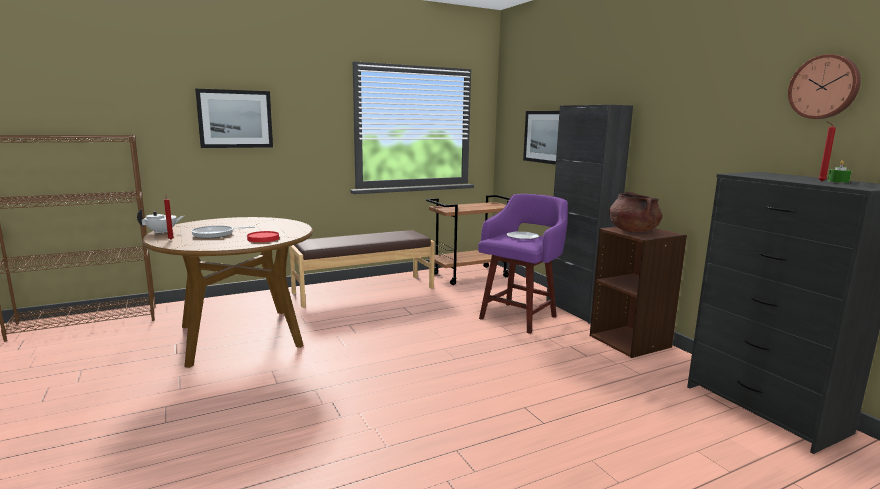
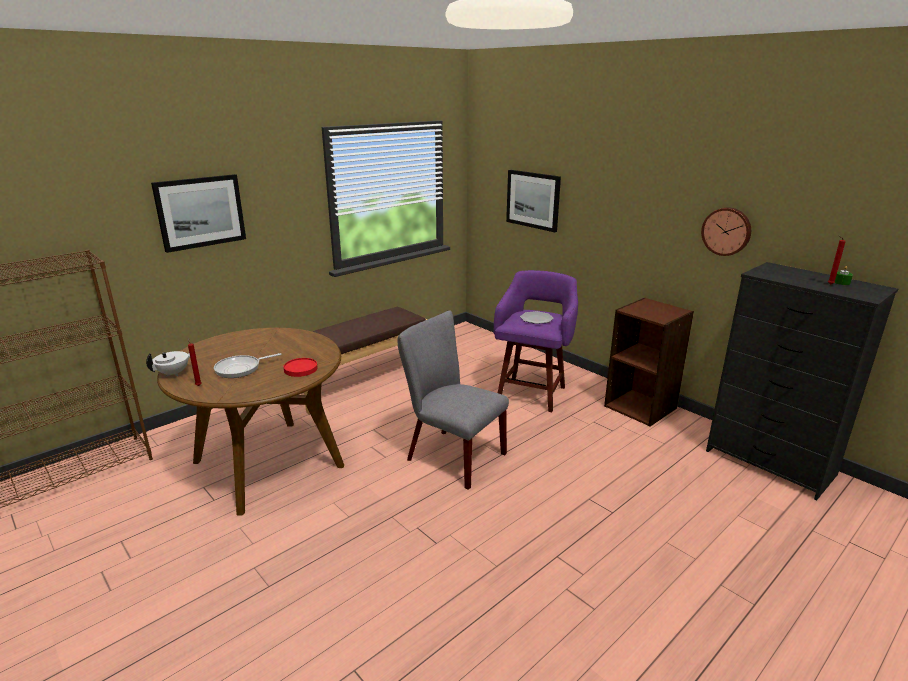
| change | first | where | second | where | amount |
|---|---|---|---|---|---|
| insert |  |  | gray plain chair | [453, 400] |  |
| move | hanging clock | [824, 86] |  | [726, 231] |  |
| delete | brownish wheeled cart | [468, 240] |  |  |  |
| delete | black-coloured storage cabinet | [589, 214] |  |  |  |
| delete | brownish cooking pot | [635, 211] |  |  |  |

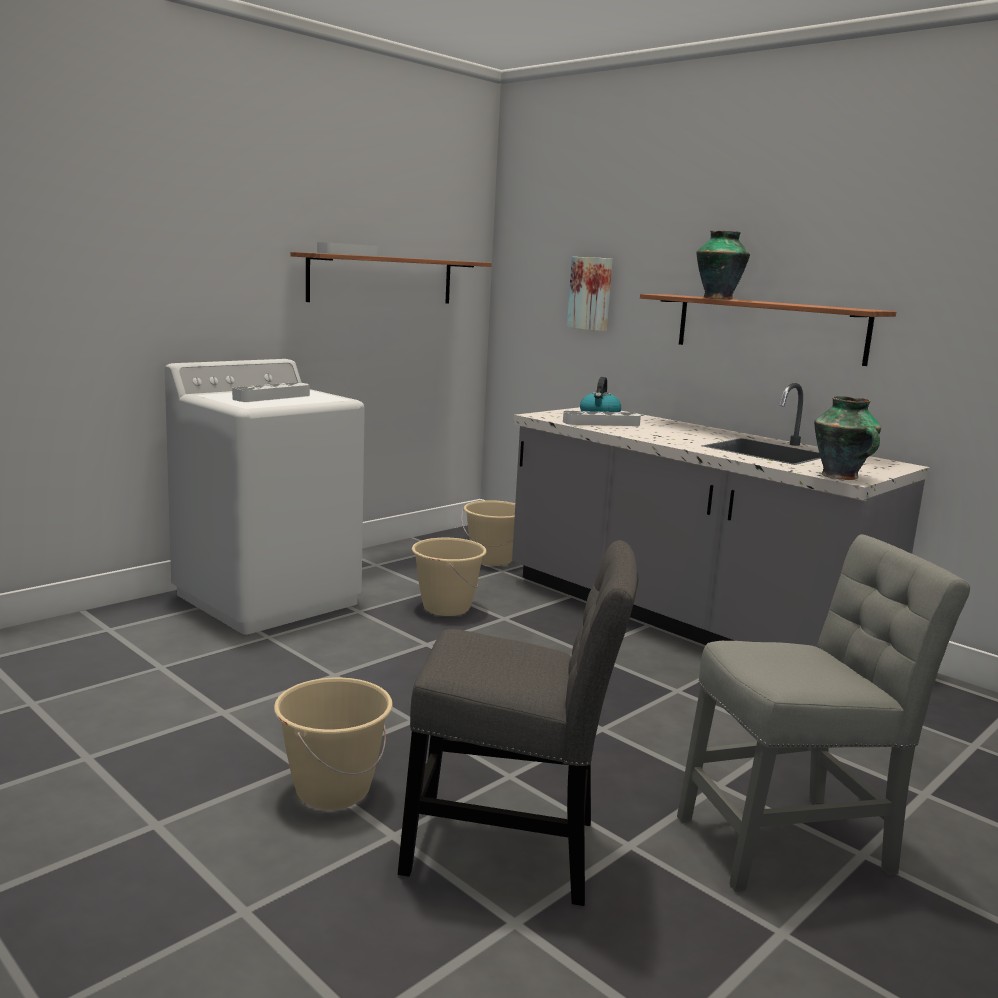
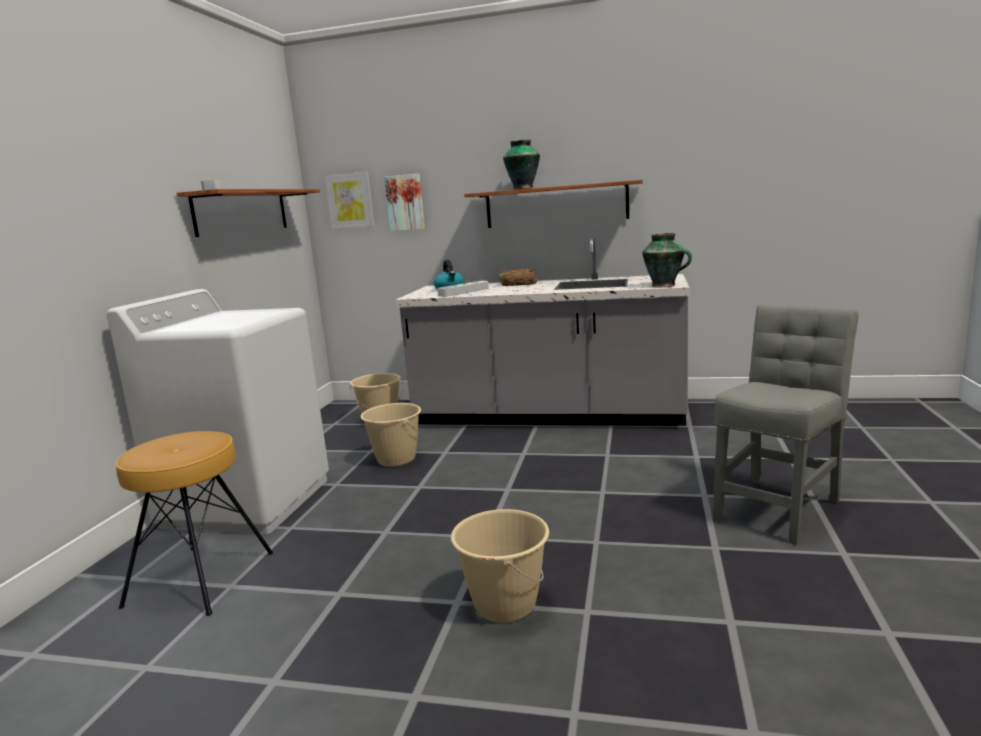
| change | first | where | second | where | amount |
|---|---|---|---|---|---|
| insert |  |  | brownish sitting stool | [194, 523] |  |
| insert |  |  | picture | [349, 200] |  |
| insert |  |  | bakery bread | [518, 277] |  |
| delete | gray carrying tray | [271, 392] |  |  |  |
| delete | gray plain chair | [518, 723] |  |  |  |

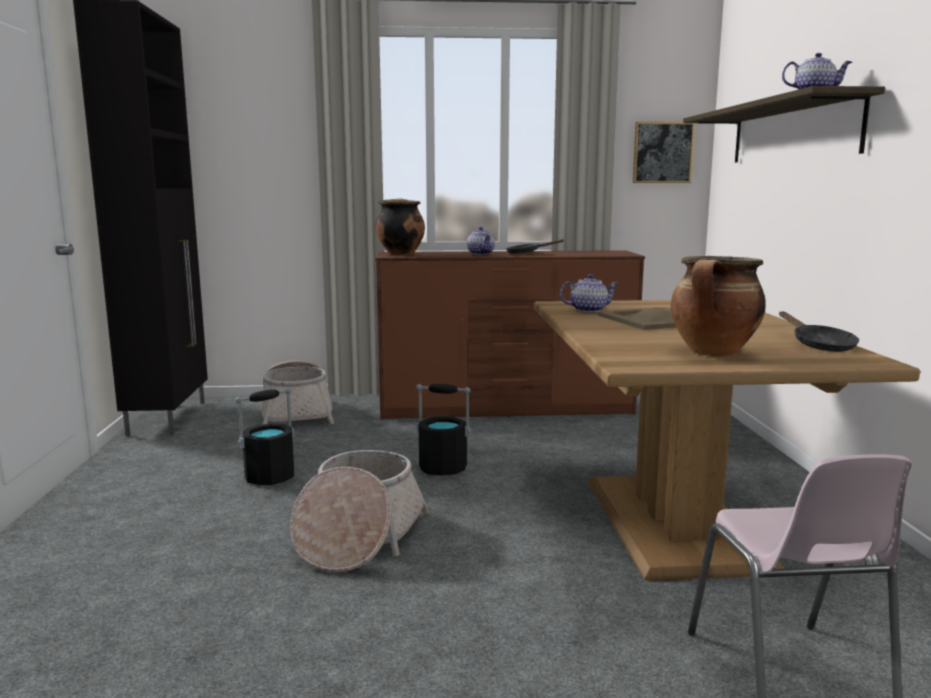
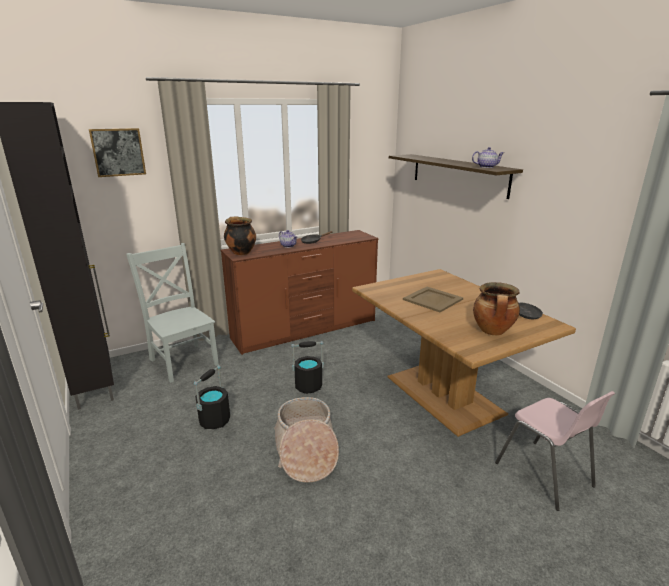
| change | first | where | second | where | amount |
|---|---|---|---|---|---|
| move | picture | [664, 152] |  | [117, 152] |  |
| replace | storage basket | [297, 392] | gray plain chair | [172, 313] |  |
| delete | pot for tea | [589, 293] |  |  |  |

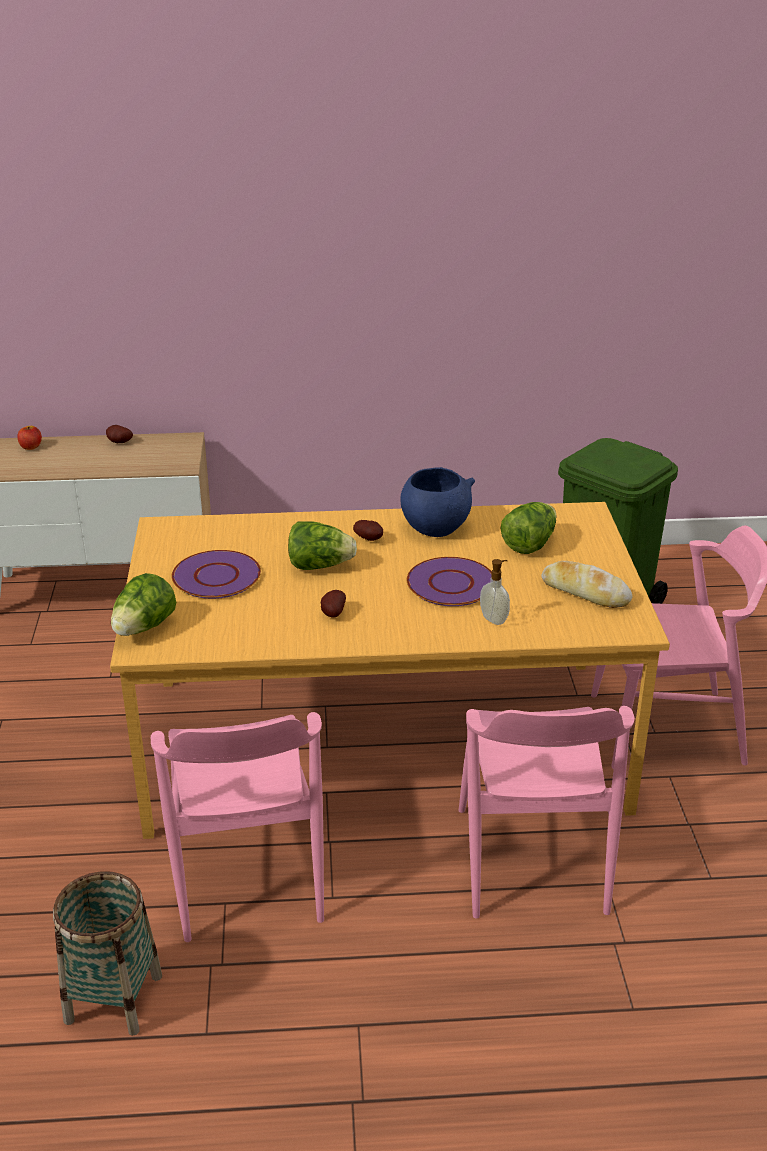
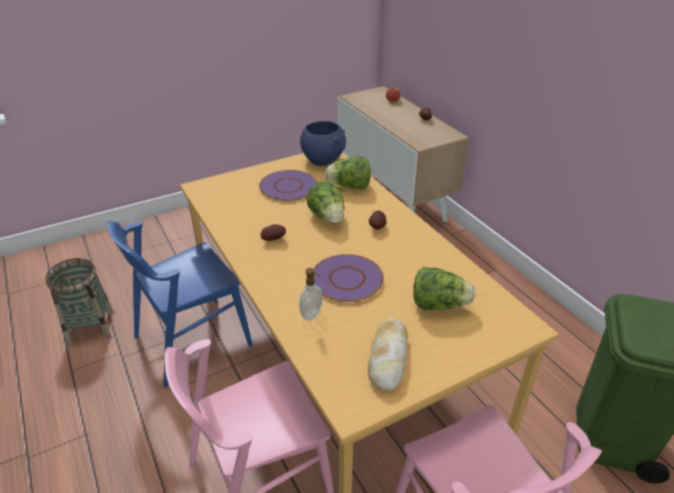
| change | first | where | second | where | amount |
|---|---|---|---|---|---|
| recolor | pink plain chair | [237, 827] | bluish plain chair | [179, 304] |  |
| move | bluish bowl | [437, 502] |  | [323, 143] |  |
| move | head of lettuce | [143, 604] |  | [348, 172] |  |

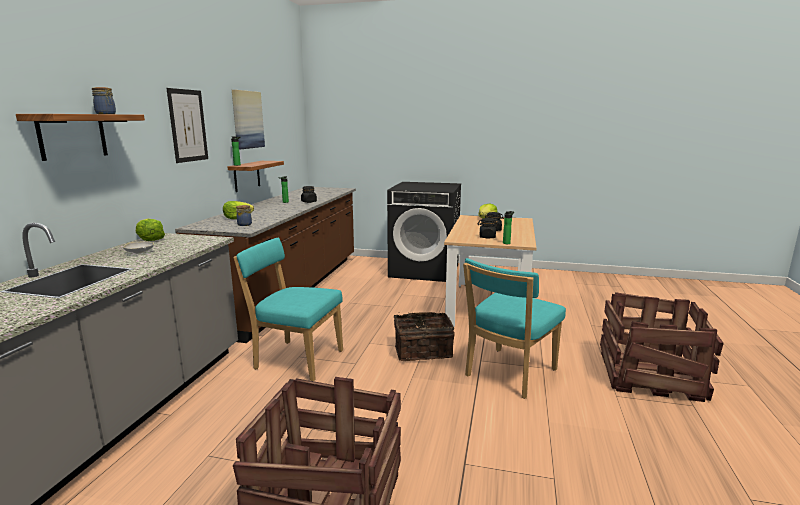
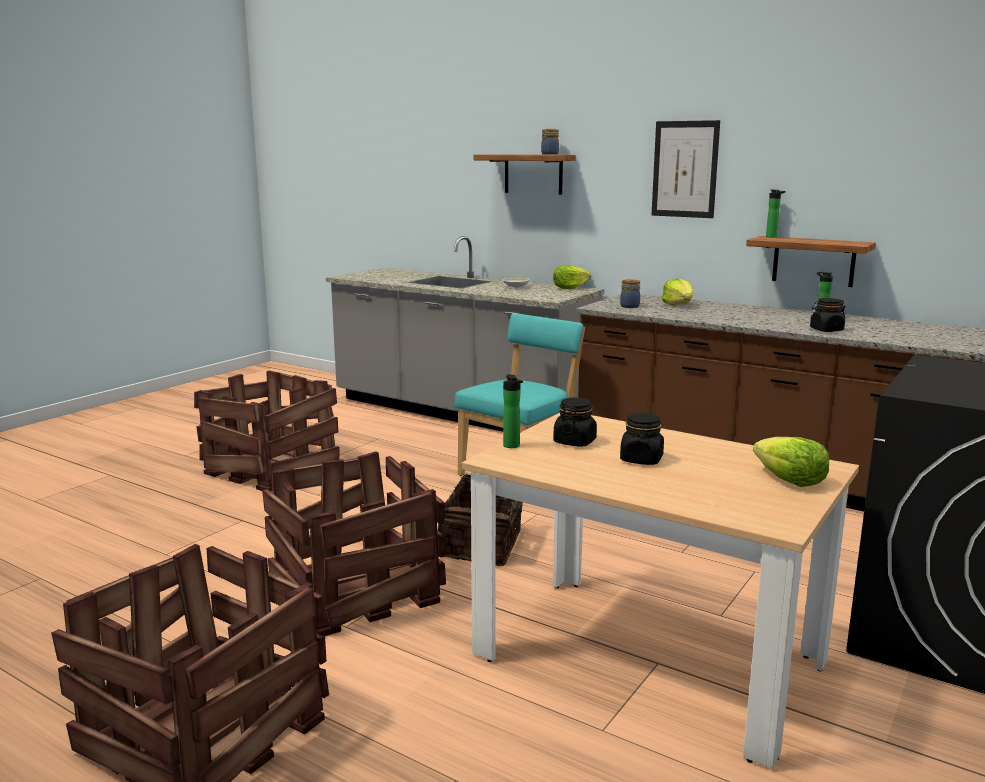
| change | first | where | second | where | amount |
|---|---|---|---|---|---|
| replace | turquoise plain chair | [514, 328] | shipping crate | [354, 543] |  |
| delete | picture | [248, 119] |  |  |  |

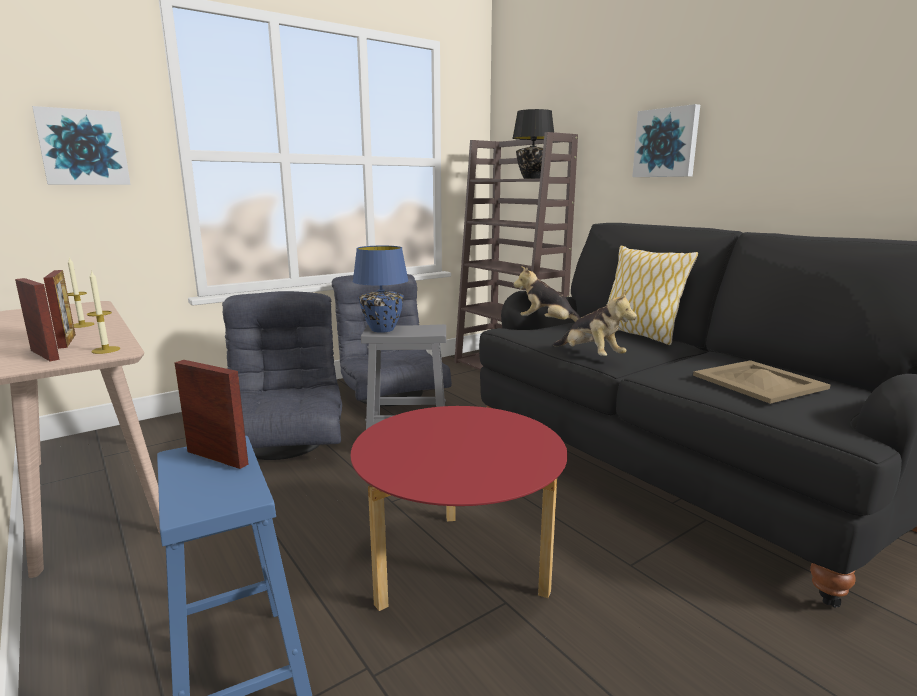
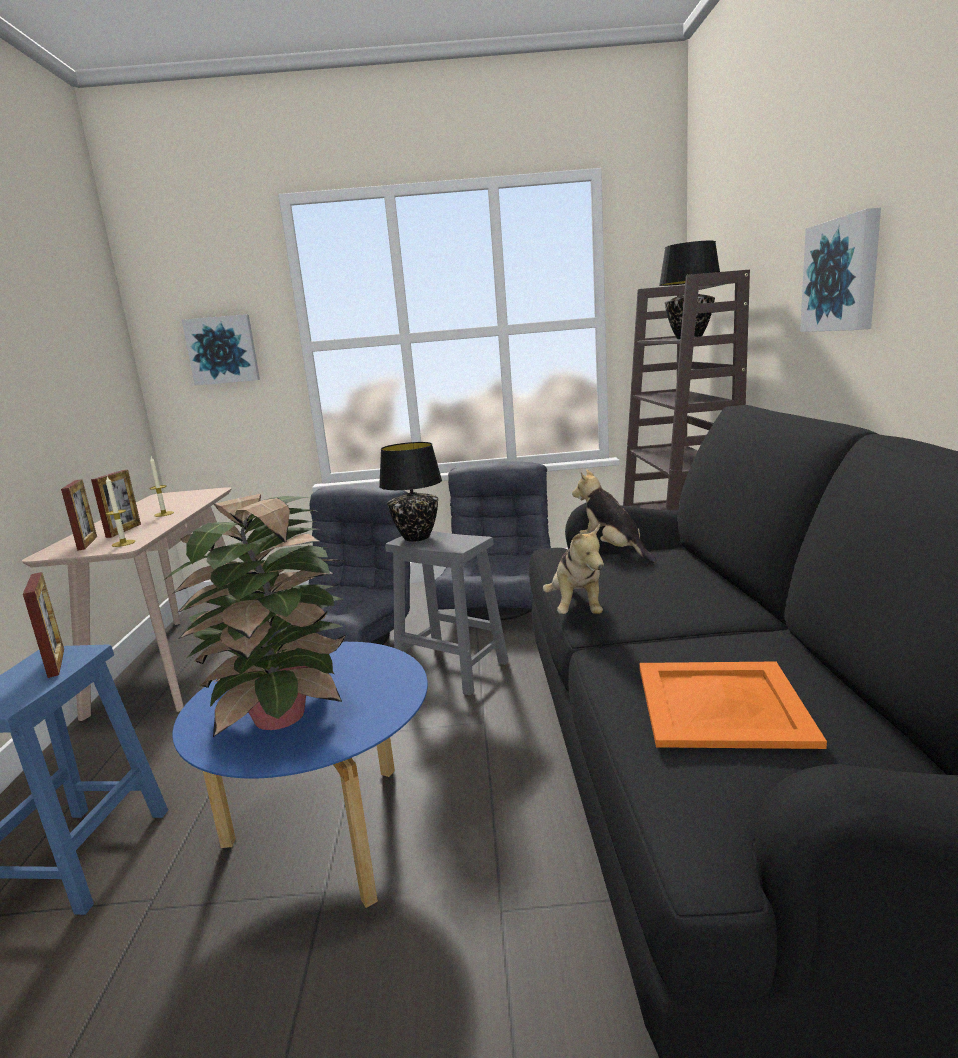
| change | first | where | second | where | amount |
|---|---|---|---|---|---|
| insert |  |  | potted plant | [256, 615] |  |
| recolor | reddish low table | [459, 508] | bluish low table | [300, 775] |  |
| recolor | bluish lamp for a table | [381, 289] | black-coloured lamp for a table | [410, 492] |  |
| recolor | beige carrying tray | [762, 382] | orange-coloured carrying tray | [733, 705] |  |
| delete | cushion | [652, 295] |  |  |  |

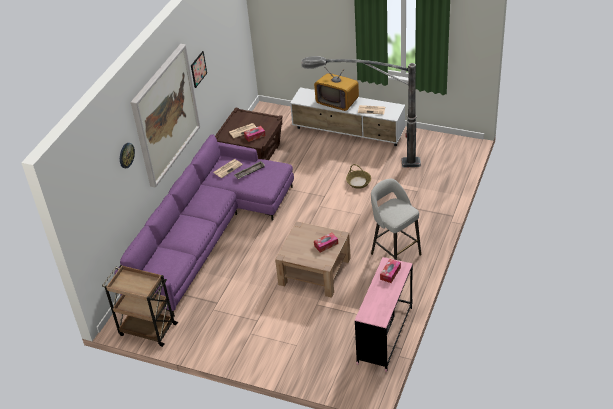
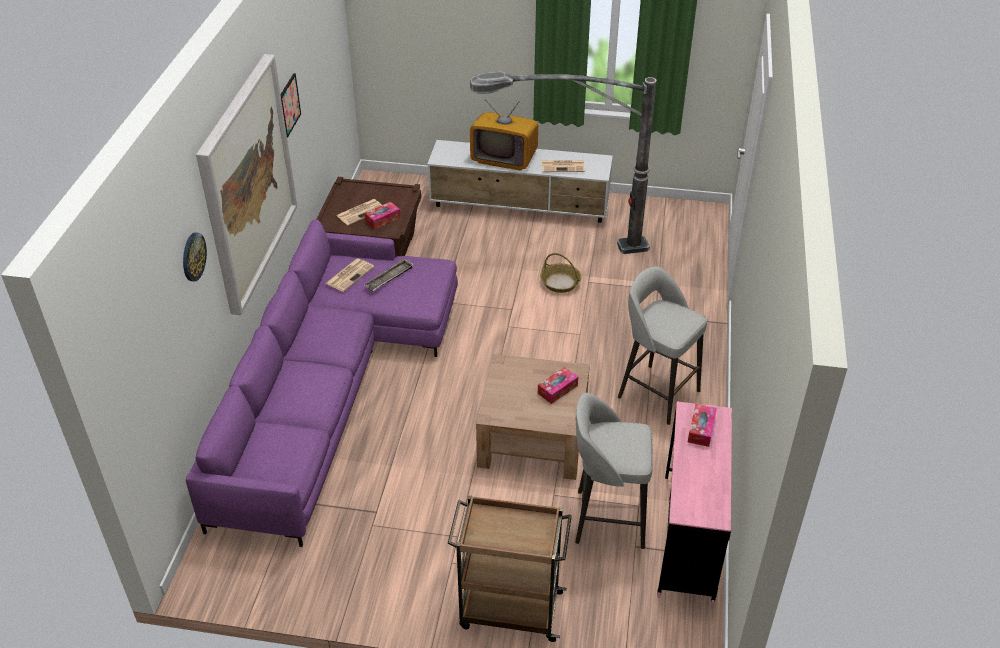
| change | first | where | second | where | amount |
|---|---|---|---|---|---|
| move | brownish wheeled cart | [140, 306] |  | [510, 568] |  |
| insert |  |  | gray sitting stool | [614, 471] |  |

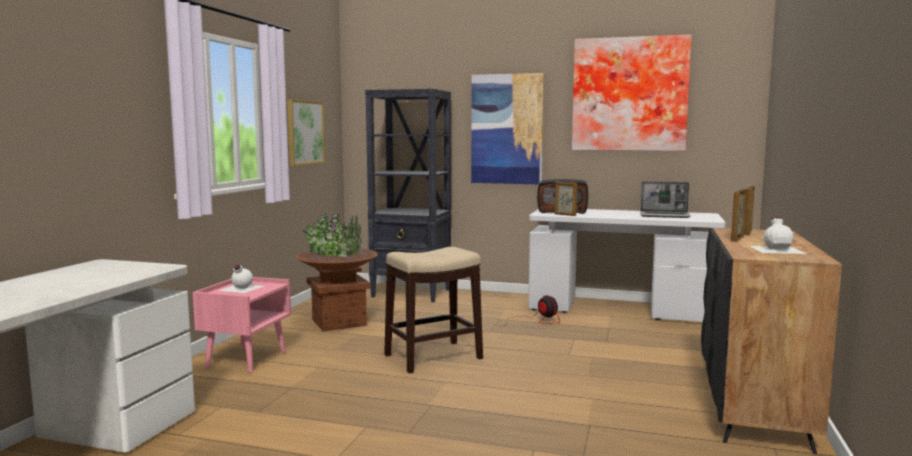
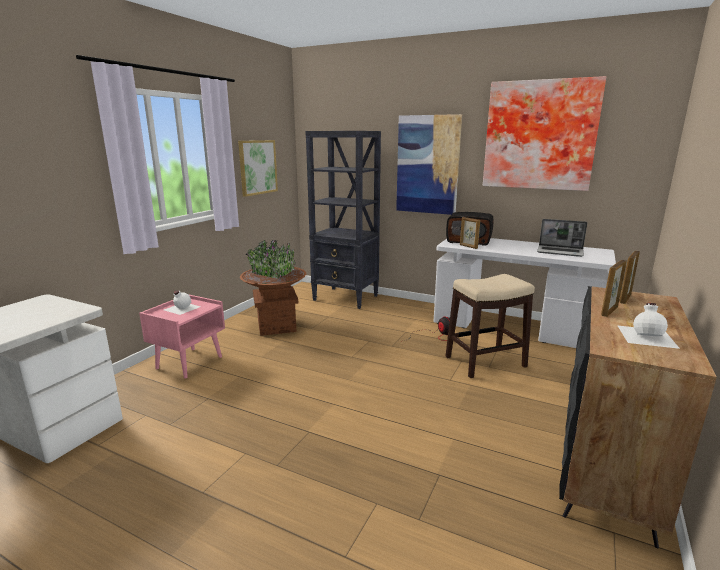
| change | first | where | second | where | amount |
|---|---|---|---|---|---|
| move | sitting stool | [433, 310] |  | [490, 326] |  |

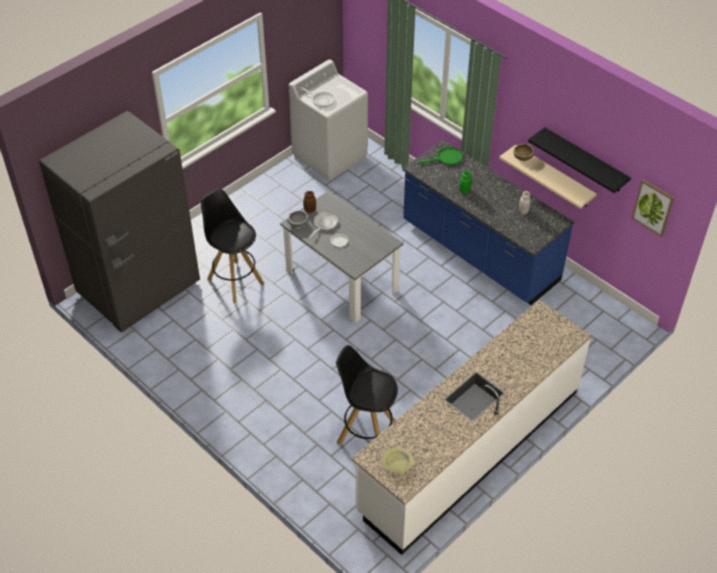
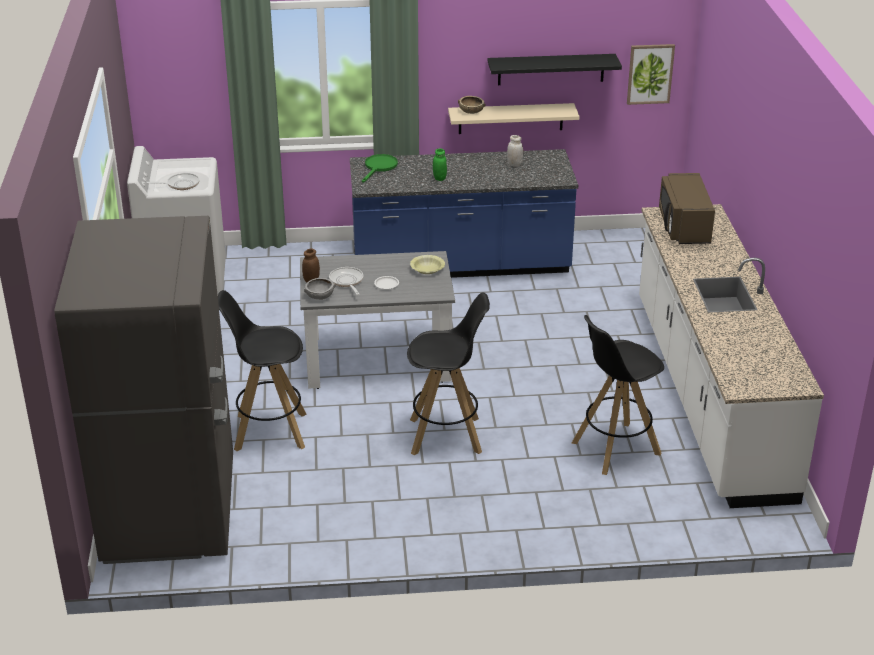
| change | first | where | second | where | amount |
|---|---|---|---|---|---|
| insert |  |  | black-coloured sitting stool | [448, 373] |  |
| move | yellow bowl | [397, 460] |  | [427, 264] |  |
| insert |  |  | brownish kitchen microwave | [687, 208] |  |

